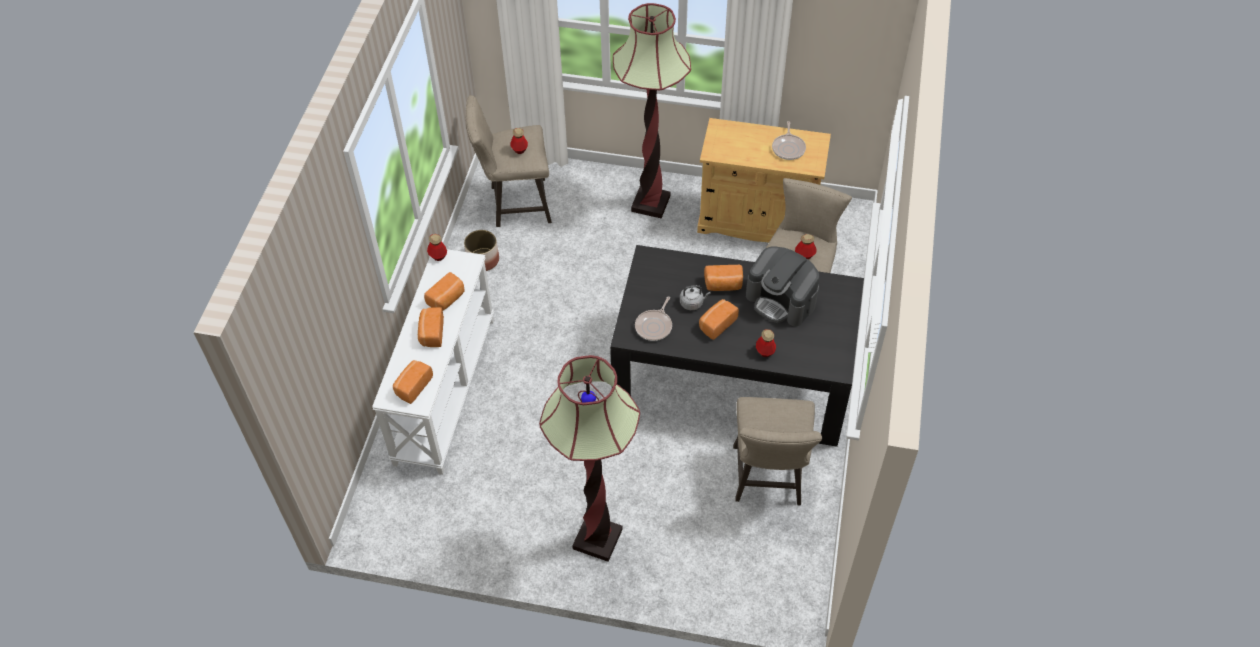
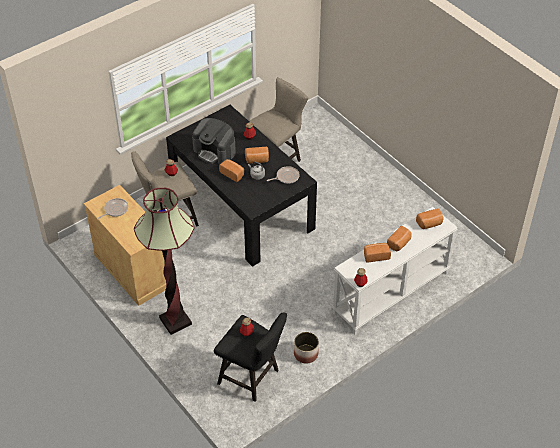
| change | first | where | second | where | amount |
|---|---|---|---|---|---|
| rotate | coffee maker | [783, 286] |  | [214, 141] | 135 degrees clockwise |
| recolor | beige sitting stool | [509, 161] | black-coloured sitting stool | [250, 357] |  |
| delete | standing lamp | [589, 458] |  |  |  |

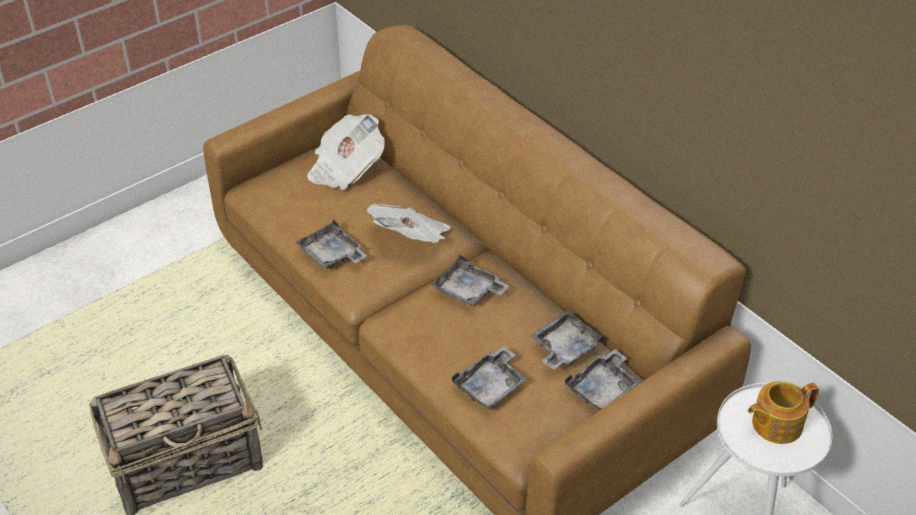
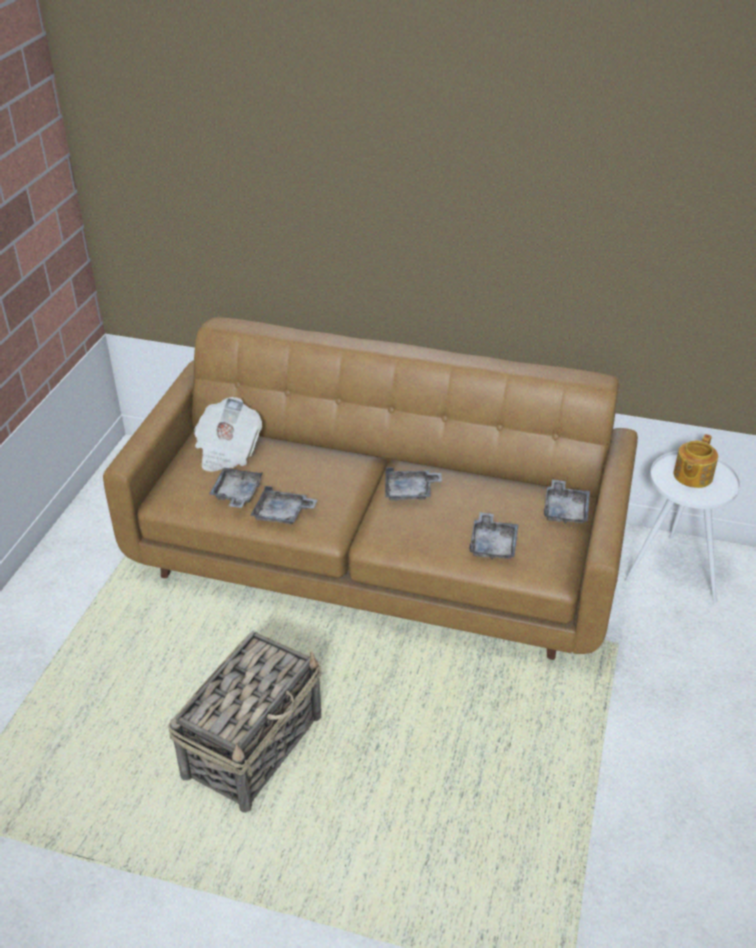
| change | first | where | second | where | amount |
|---|---|---|---|---|---|
| move | gray carrying tray | [567, 340] |  | [236, 488] |  |
| delete | daily paper | [409, 223] |  |  |  |

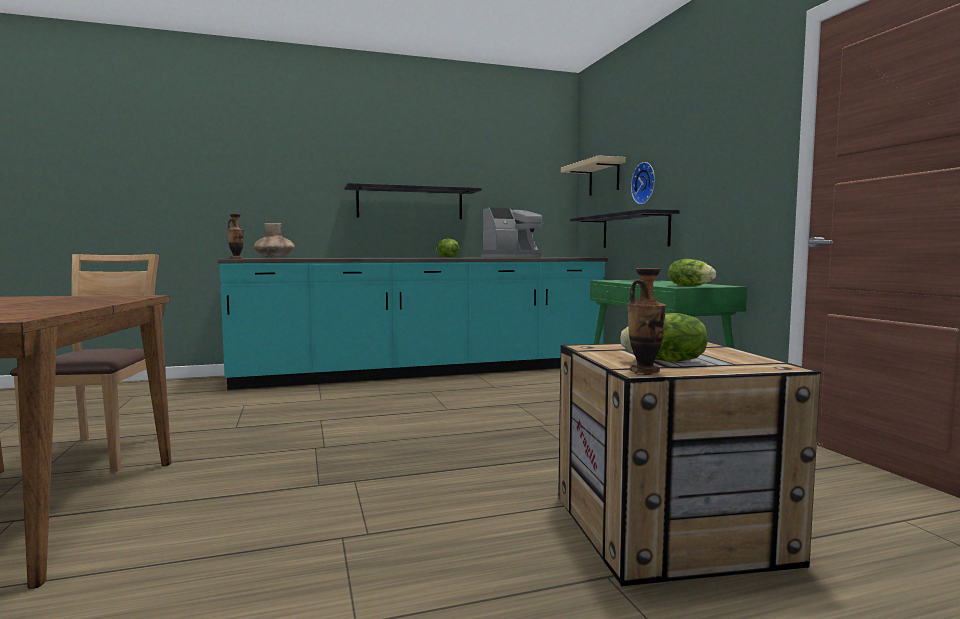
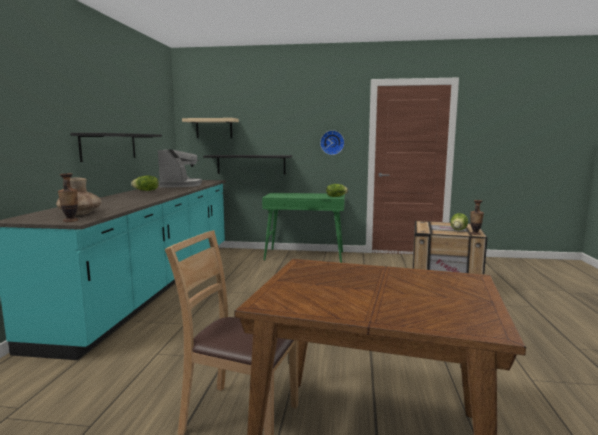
| change | first | where | second | where | amount |
|---|---|---|---|---|---|
| move | hanging clock | [643, 183] |  | [332, 142] |  |

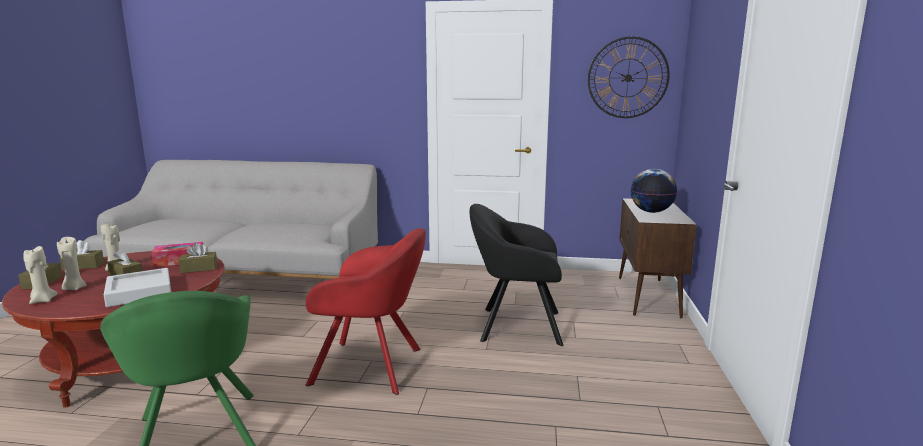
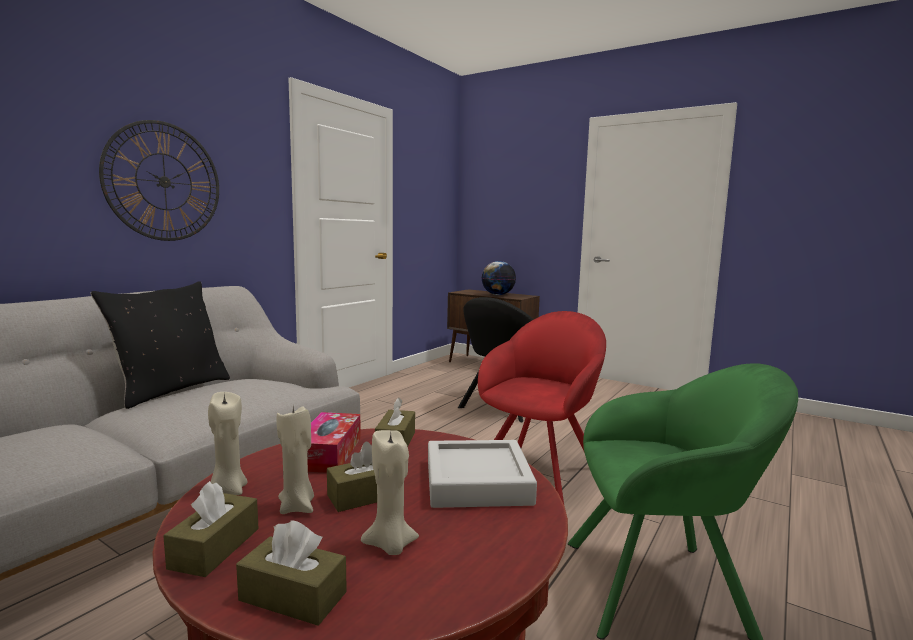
| change | first | where | second | where | amount |
|---|---|---|---|---|---|
| insert |  |  | black-coloured cushion | [160, 345] |  |
| move | hanging clock | [629, 77] |  | [159, 180] |  |
| move | beige wax candle | [40, 275] |  | [227, 443] |  |

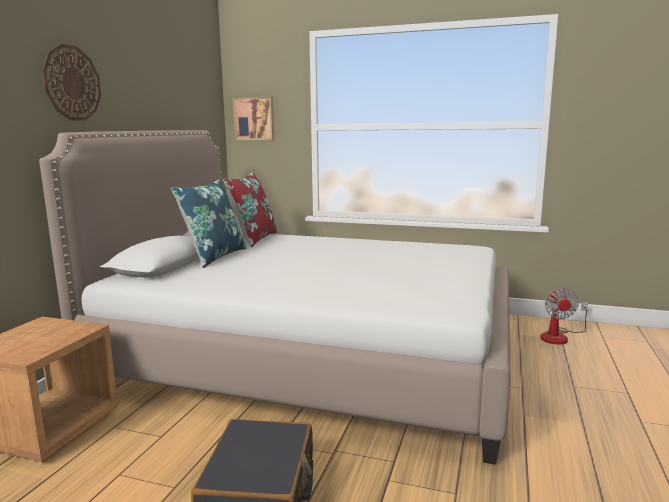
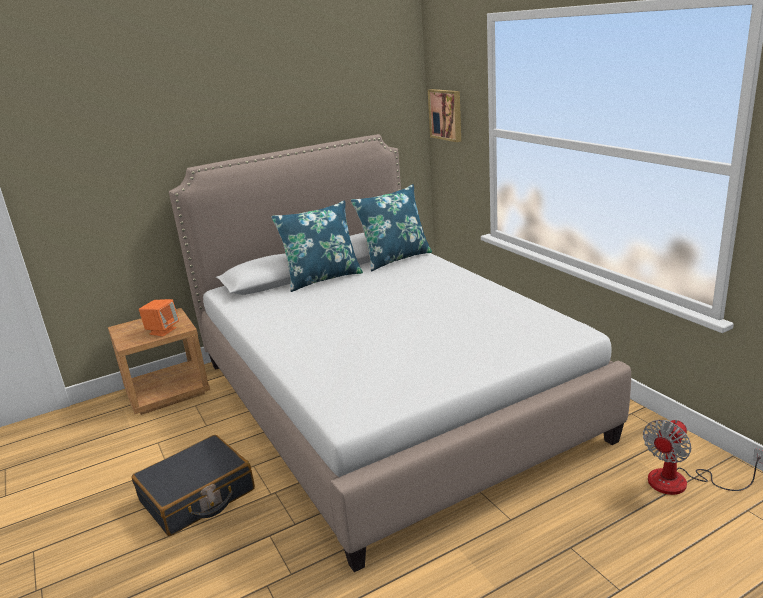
| change | first | where | second | where | amount |
|---|---|---|---|---|---|
| insert |  |  | orange-coloured speaker | [159, 318] |  |
| recolor | reddish cushion | [250, 209] | bluish cushion | [391, 227] |  |
| delete | hanging clock | [71, 82] |  |  |  |

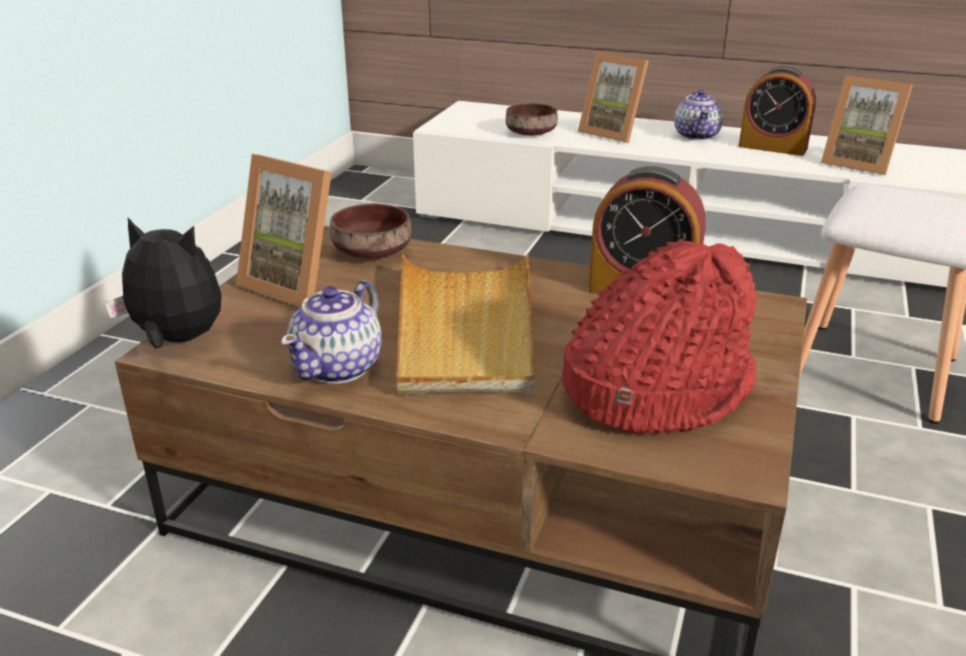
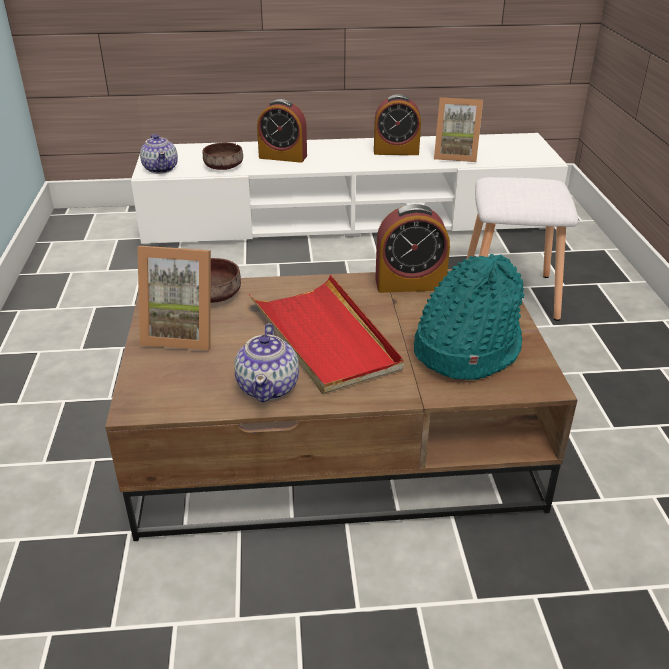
| change | first | where | second | where | amount |
|---|---|---|---|---|---|
| move | pot for tea | [698, 115] |  | [159, 154] |  |
| recolor | beige carrying tray | [465, 323] | reddish carrying tray | [326, 334] |  |
| replace | photo frame | [613, 97] | bedside clock | [282, 131] |  |
| recolor | reddish wearable hat | [659, 336] | turquoise wearable hat | [469, 317] |  |
| delete | soft toy | [163, 283] |  |  |  |

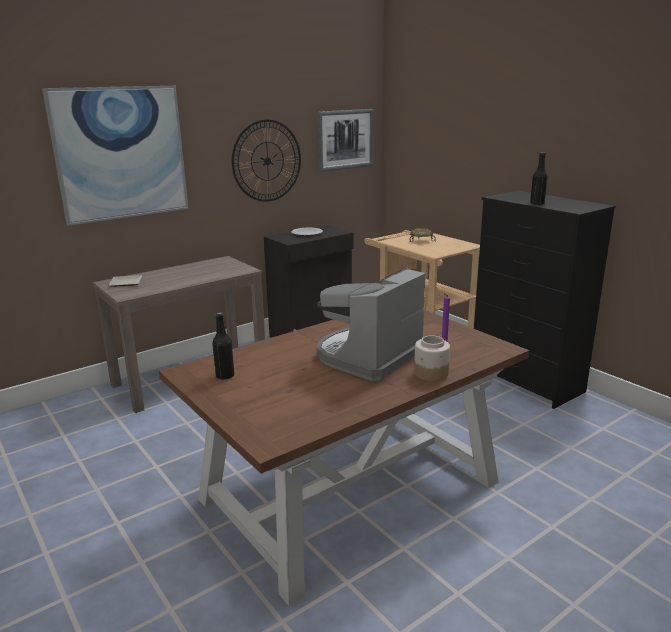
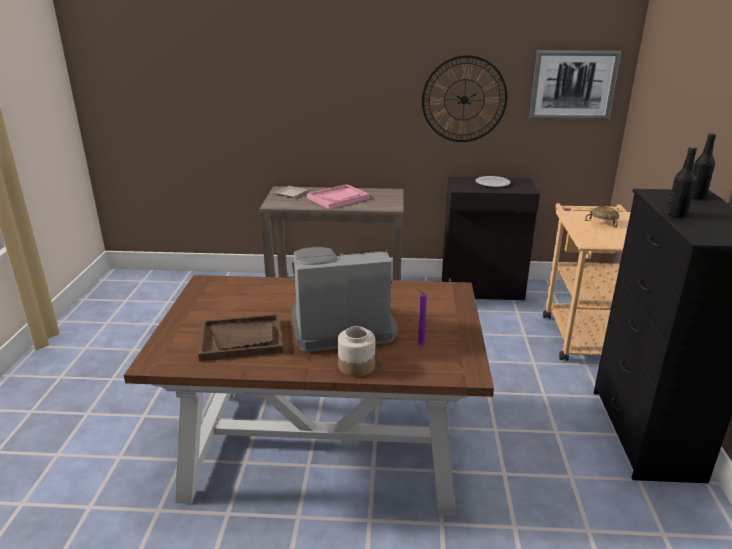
| change | first | where | second | where | amount |
|---|---|---|---|---|---|
| insert |  |  | brownish carrying tray | [240, 337] |  |
| insert |  |  | pink carrying tray | [338, 196] |  |
| move | black-coloured drink bottle | [223, 346] |  | [704, 166] |  |
| delete | picture | [115, 156] |  |  |  |

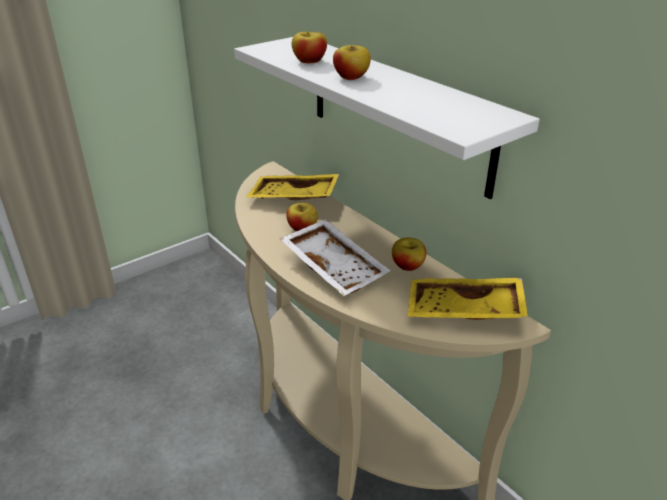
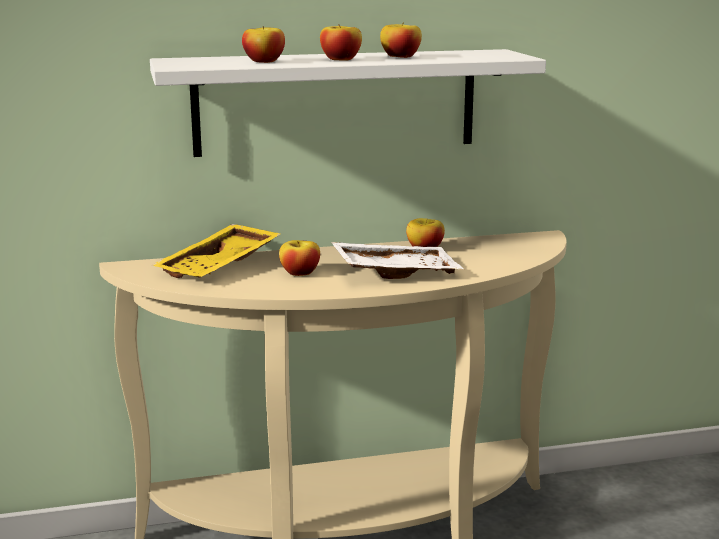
| change | first | where | second | where | amount |
|---|---|---|---|---|---|
| insert |  |  | whole apple | [401, 40] |  |
| delete | yellow carrying tray | [467, 299] |  |  |  |

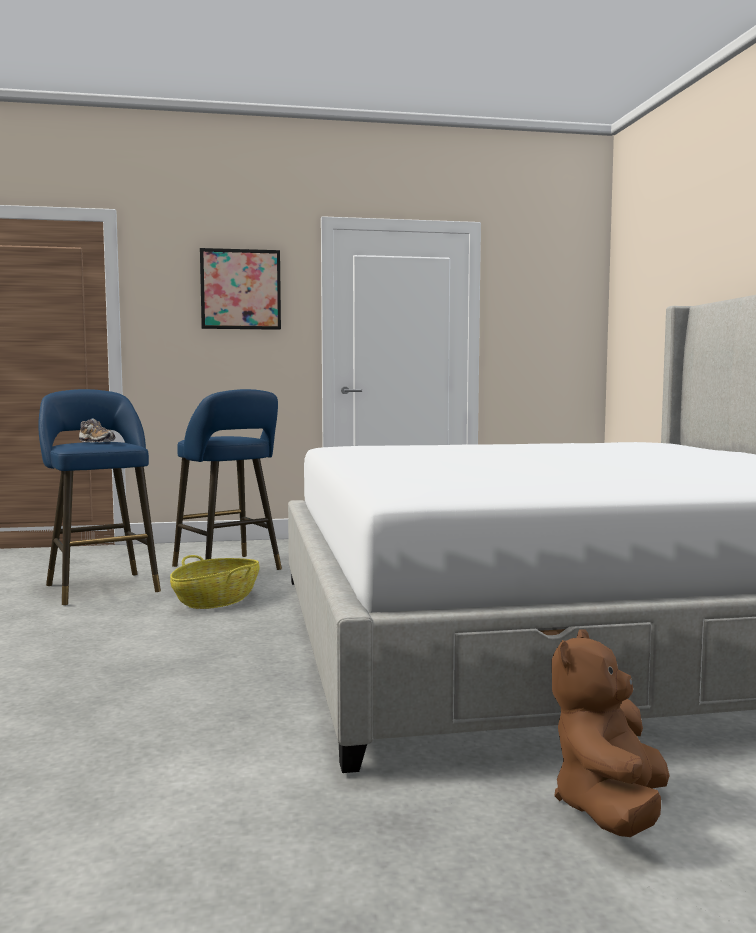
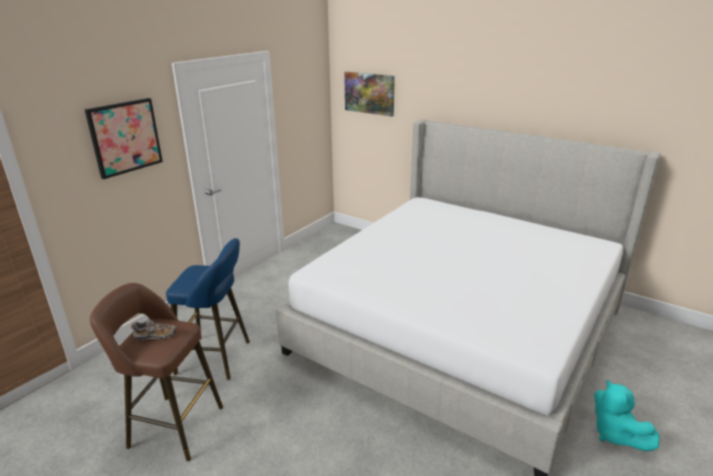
| change | first | where | second | where | amount |
|---|---|---|---|---|---|
| recolor | bluish sitting stool | [99, 497] | brownish sitting stool | [156, 372] |  |
| insert |  |  | picture | [369, 94] |  |
| recolor | brownish soft toy | [611, 733] | turquoise soft toy | [627, 415] |  |
| delete | storage basket | [215, 582] |  |  |  |

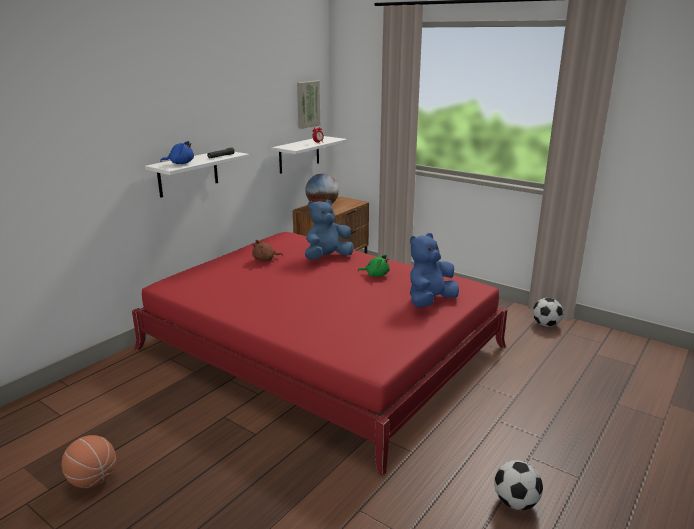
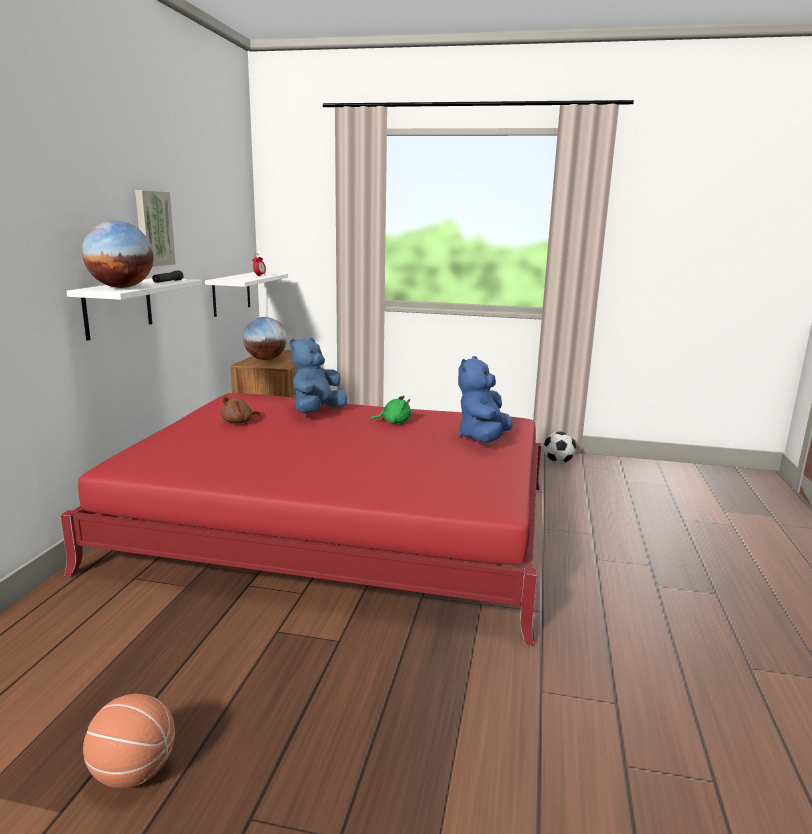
| change | first | where | second | where | amount |
|---|---|---|---|---|---|
| replace | bluish soft toy | [177, 152] | desk globe | [118, 254] |  |
| move | picture | [308, 105] |  | [155, 228] |  |
| delete | ball for football | [518, 485] |  |  |  |

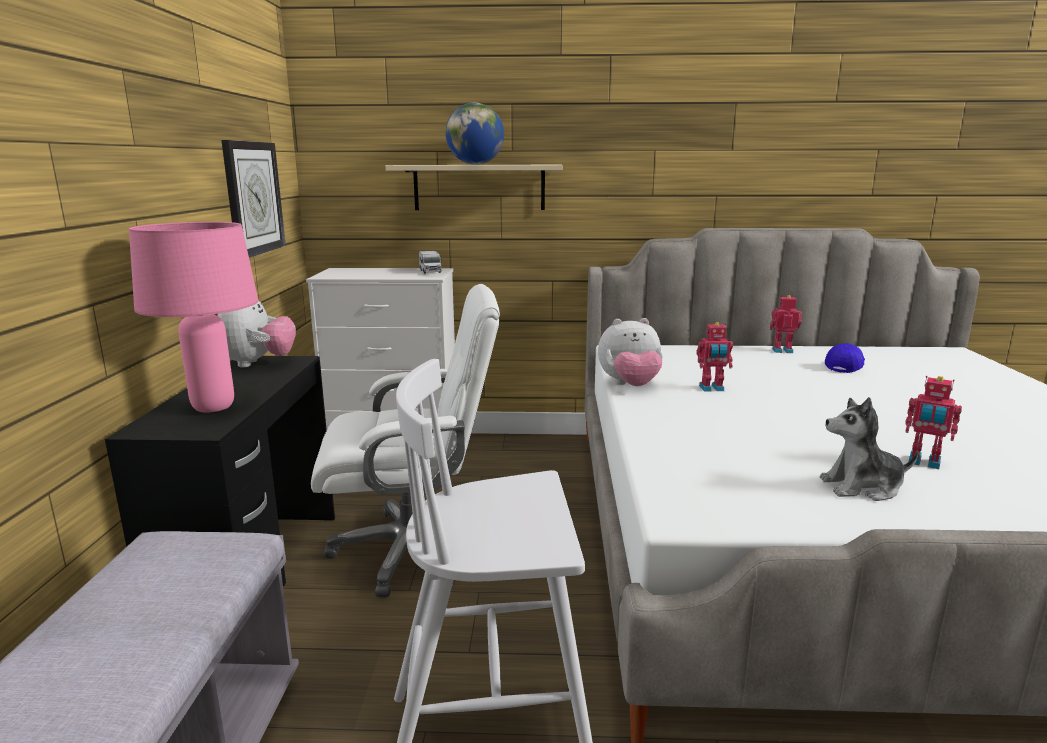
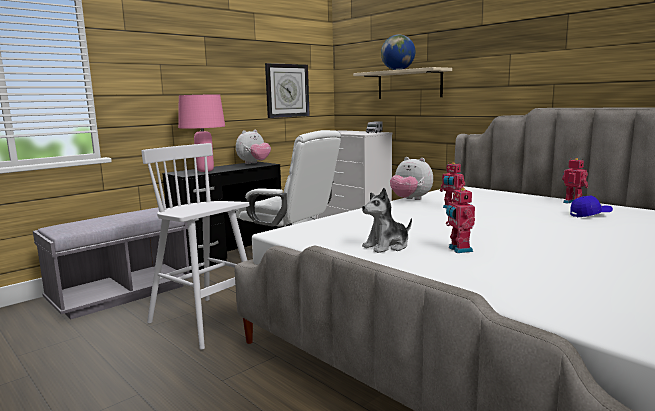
| change | first | where | second | where | amount |
|---|---|---|---|---|---|
| rotate | soft toy | [869, 449] |  | [387, 220] | 75 degrees counterclockwise |

